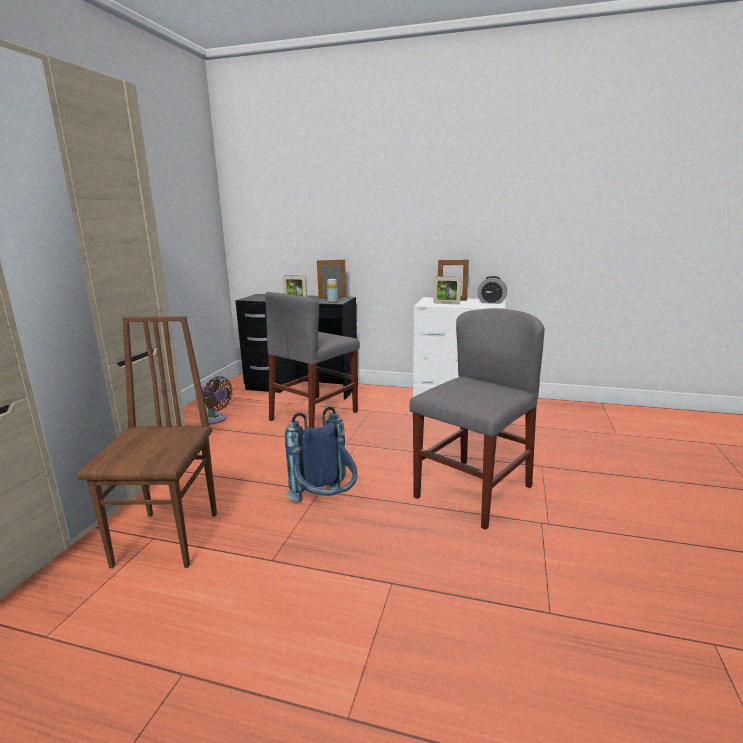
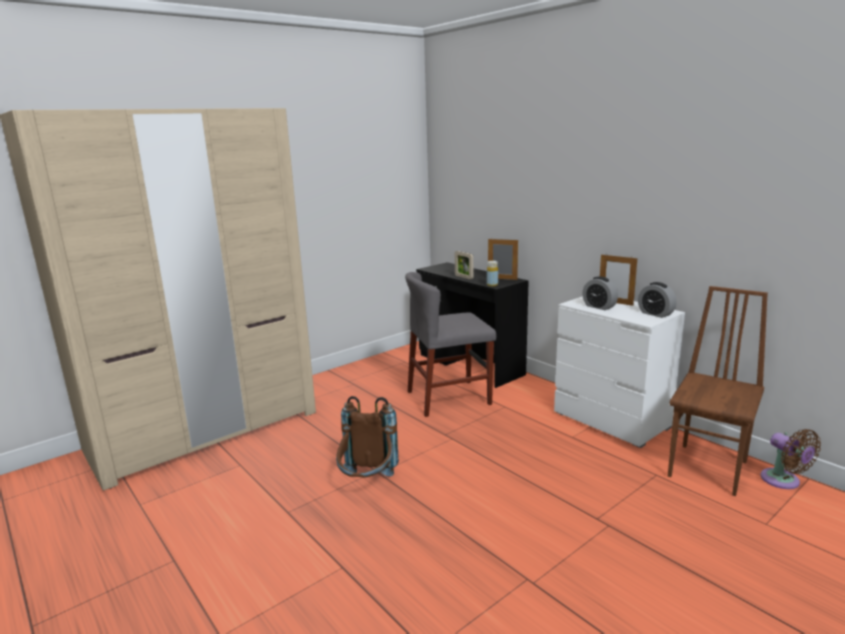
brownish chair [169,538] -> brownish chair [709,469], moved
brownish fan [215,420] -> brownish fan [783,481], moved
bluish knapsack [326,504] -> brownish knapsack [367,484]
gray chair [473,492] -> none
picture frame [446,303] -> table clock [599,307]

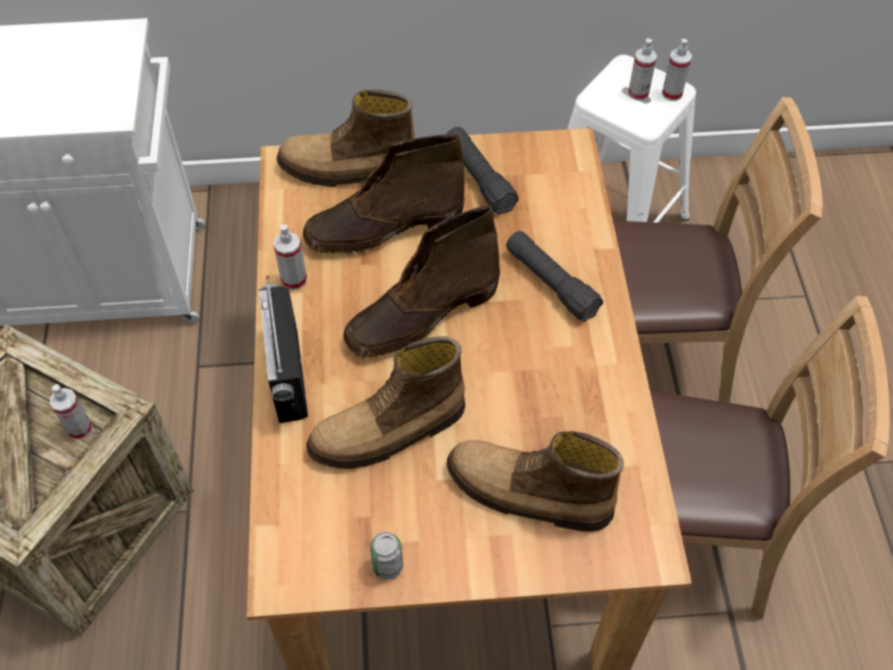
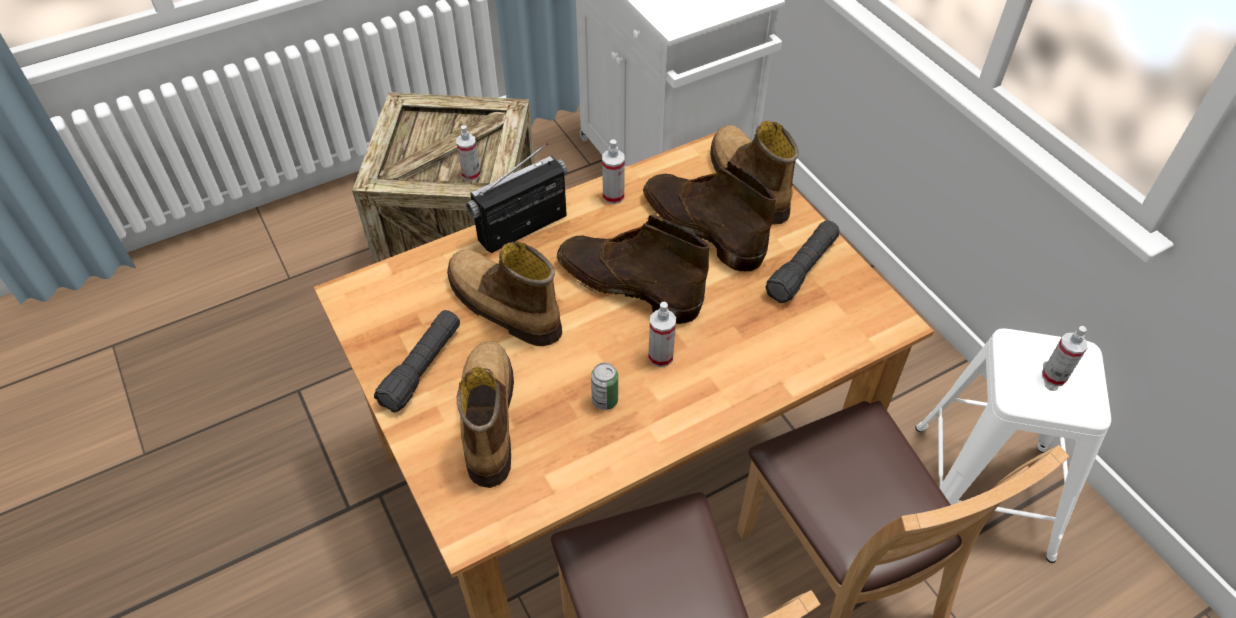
can [387,566] -> can [605,400], moved
black-coloured torch [551,283] -> black-coloured torch [422,368], moved
hand sprayer [672,93] -> hand sprayer [660,356], moved

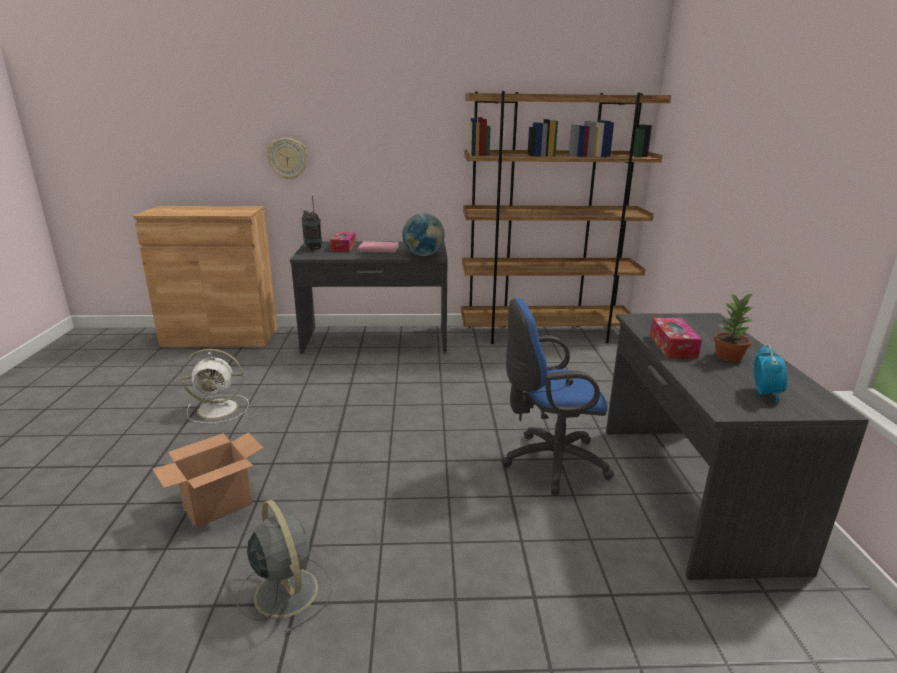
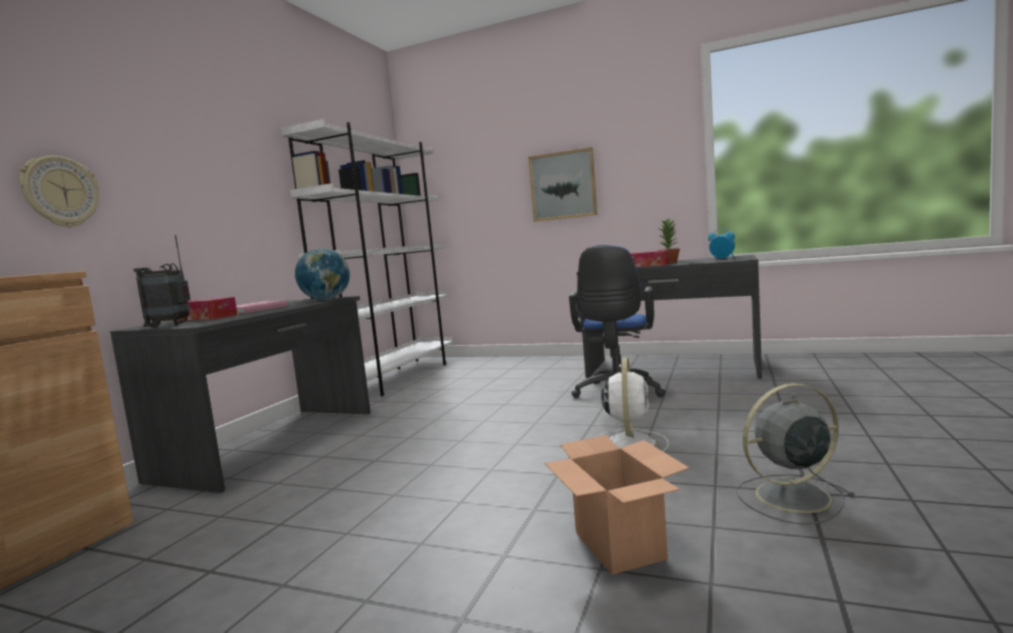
whitish fan [219,409] -> whitish fan [630,443], moved
brownish bookcase [545,334] -> whitish bookcase [396,378]
none -> picture [563,185]

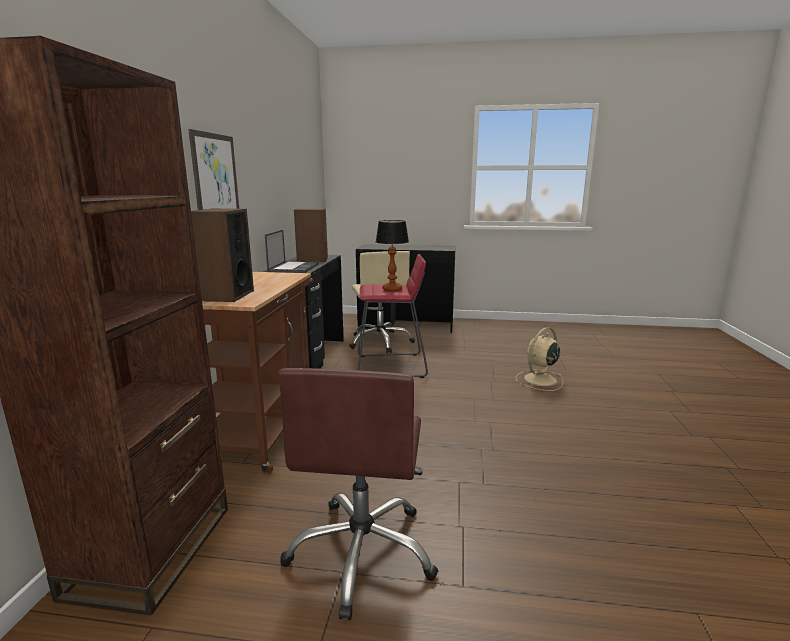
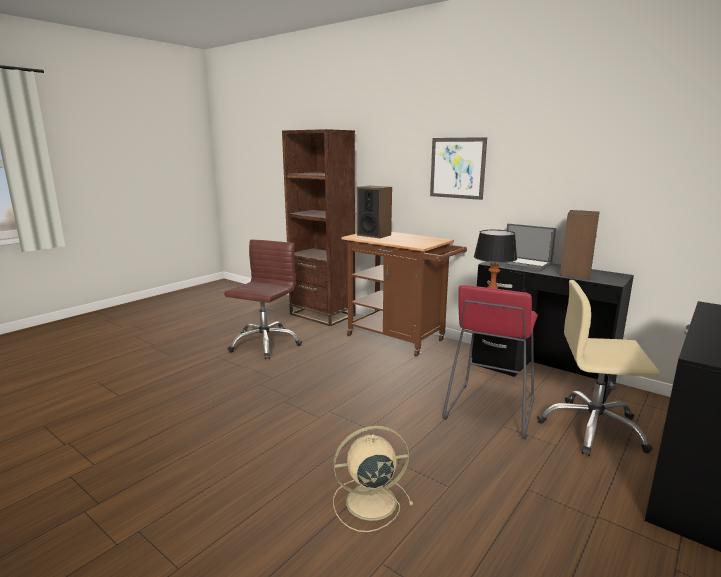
brownish computer chair [362,552] -> brownish computer chair [264,344], 75 degrees clockwise
beige-coloured fan [539,380] -> beige-coloured fan [368,502], 90 degrees counterclockwise

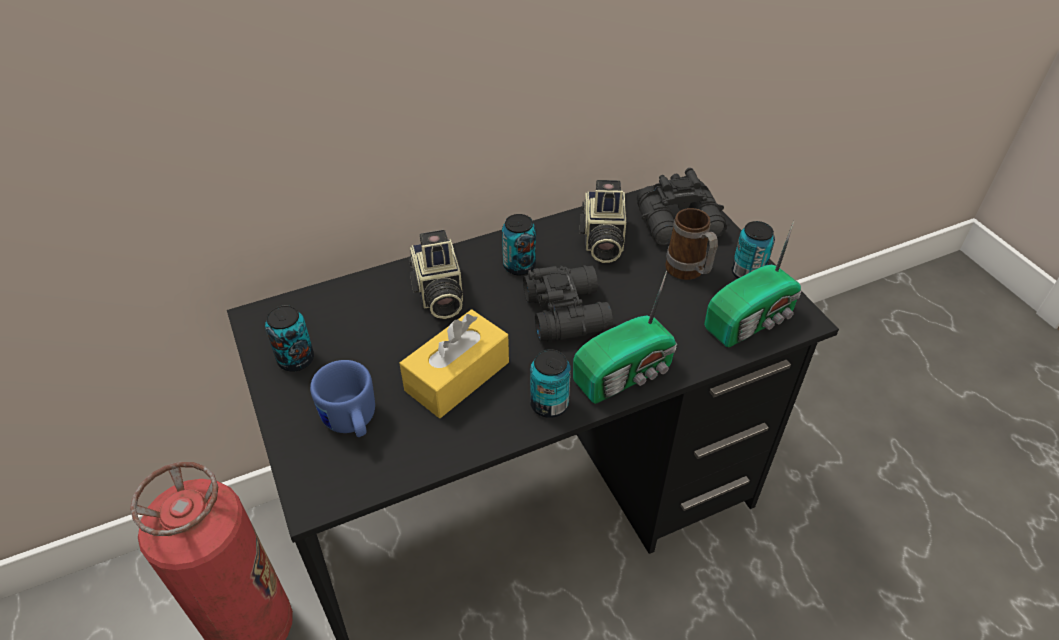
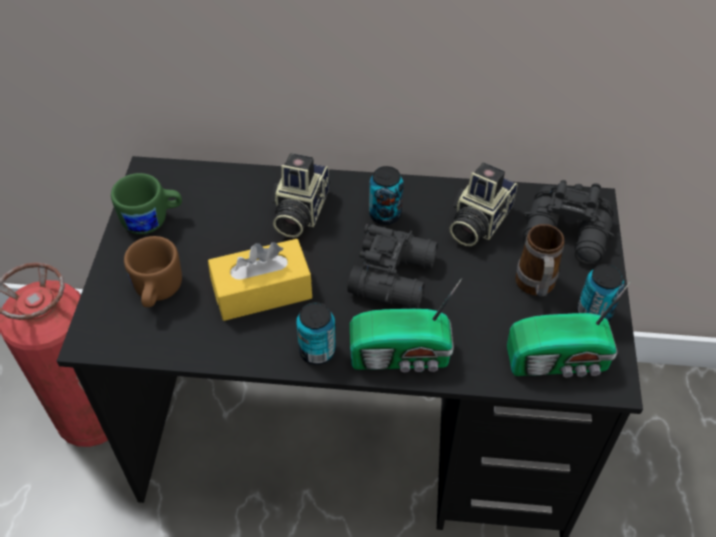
can [296,359] -> green-coloured tea mug [153,220]
bluish tea mug [351,423] -> brownish tea mug [156,292]

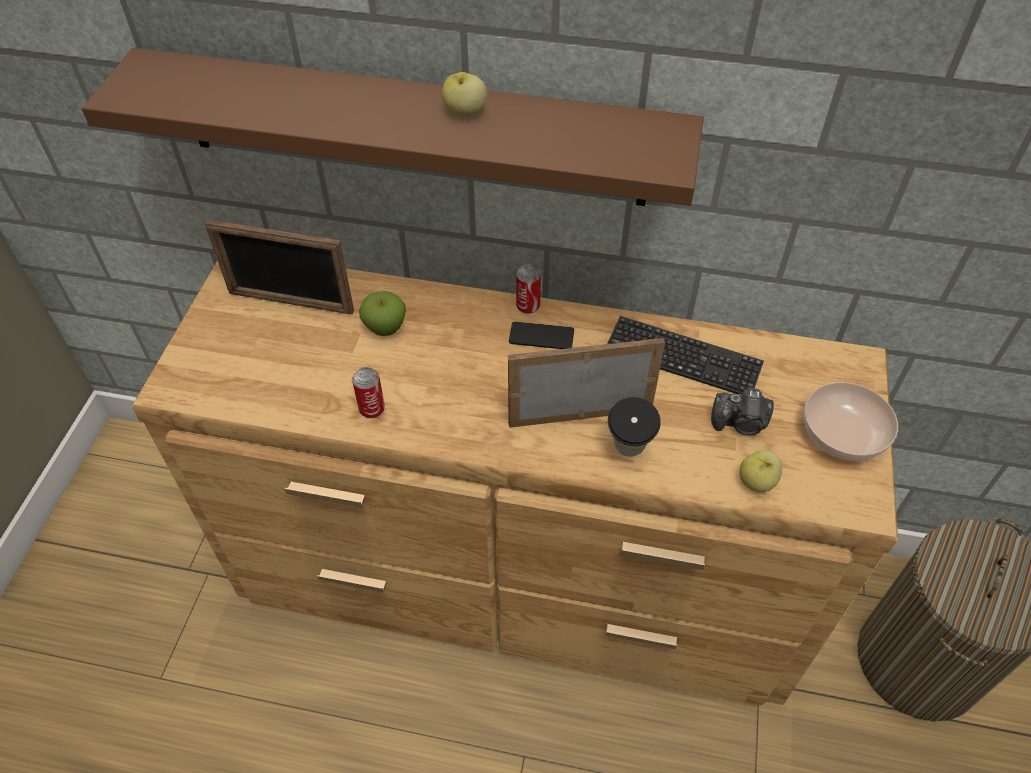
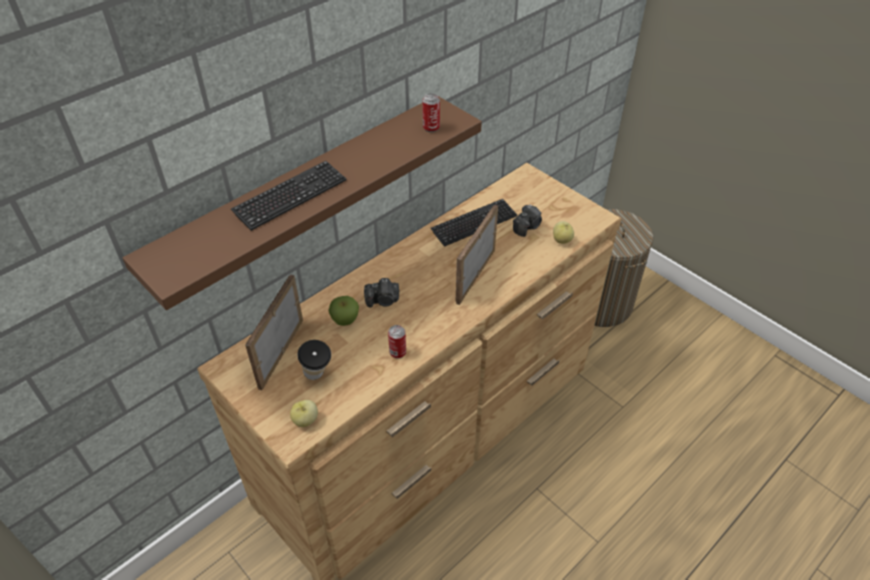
picture frame [290,302] -> picture frame [281,353], 150 degrees clockwise
apple [464,112] -> apple [305,420], moved
phone [541,336] -> none
can [528,306] -> can [431,128], moved
small cup [628,453] -> small cup [318,376], moved
bowl [841,433] -> none
none -> computer keyboard [290,197]
none -> still camera [383,301]

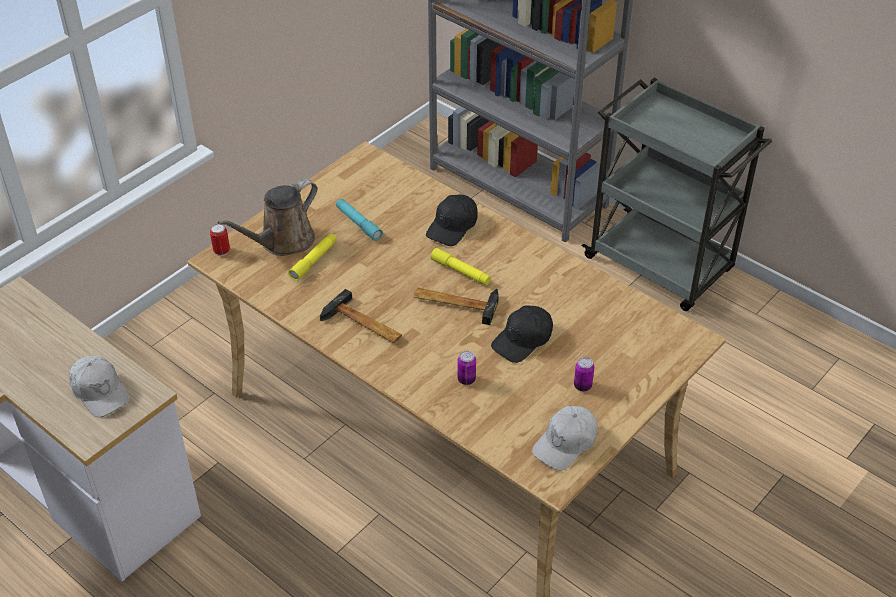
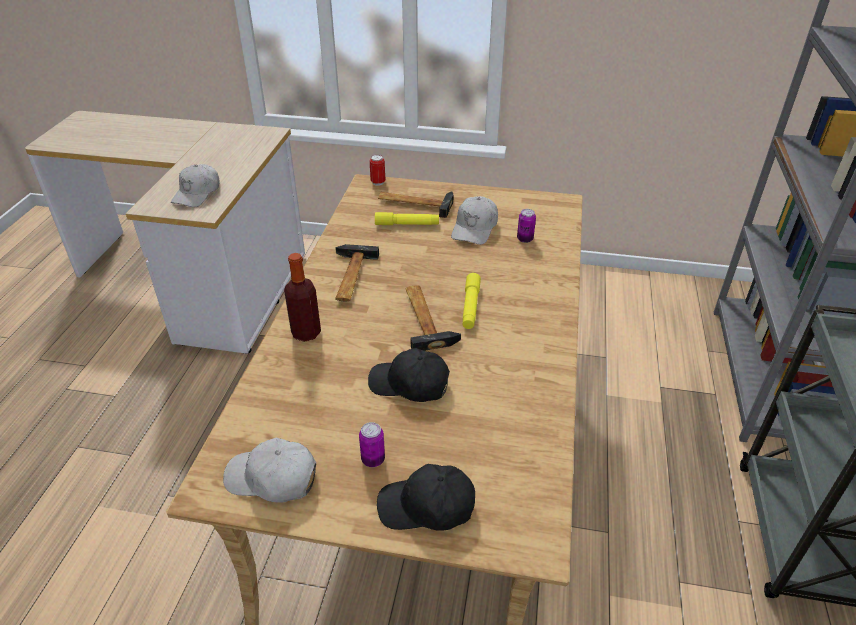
brownish watering pot [283,242] -> tool hammer [415,203]
blue-green torch [358,223] -> whitish cap [475,228]
black-coloured cap [453,226] -> black-coloured cap [427,507], moved
can [466,379] -> can [525,239], moved
none -> bottle [306,333]

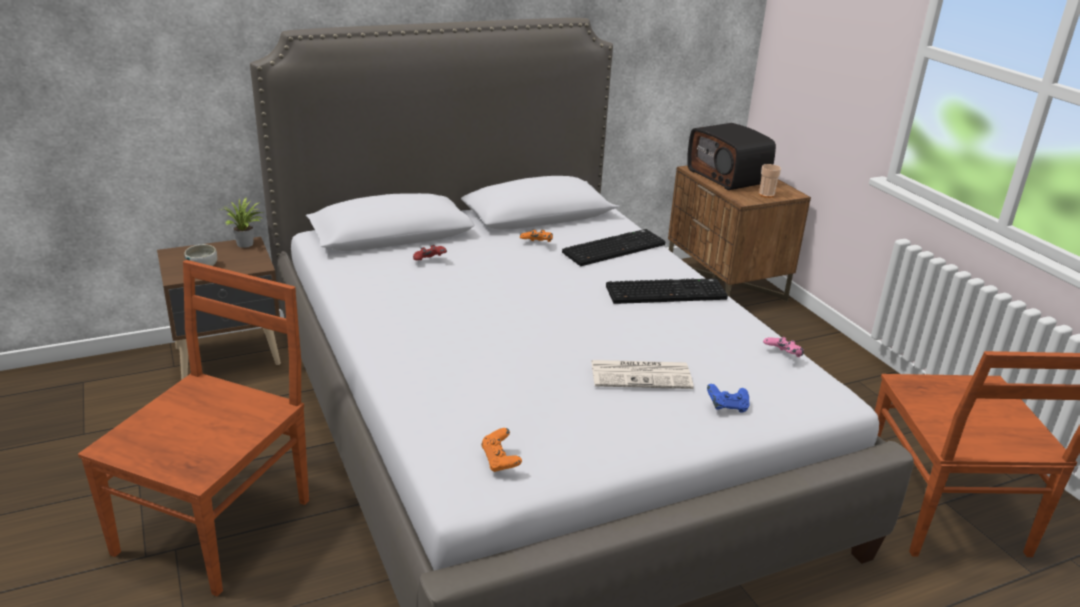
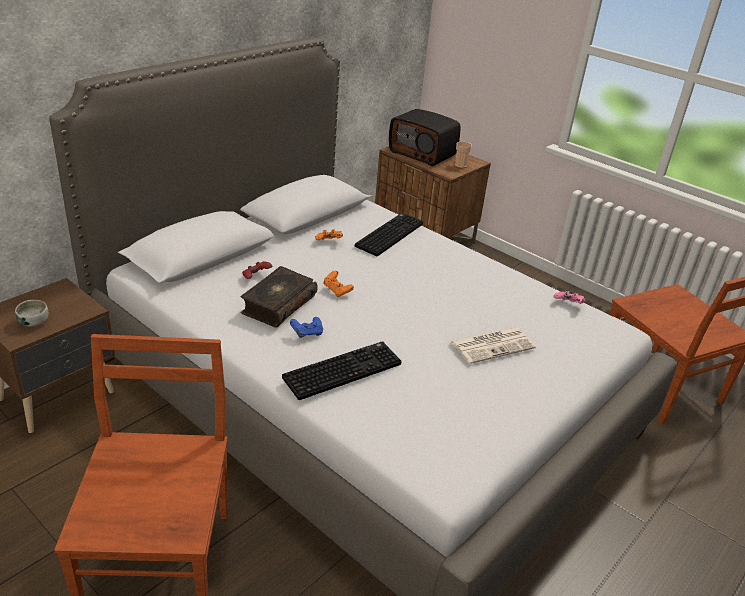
houseplant [246,245] -> none
orange gamepad [500,461] -> orange gamepad [337,291], moved
computer keyboard [666,292] -> computer keyboard [342,370], moved
bluish gamepad [727,407] -> bluish gamepad [307,334], moved
none -> book [278,304]

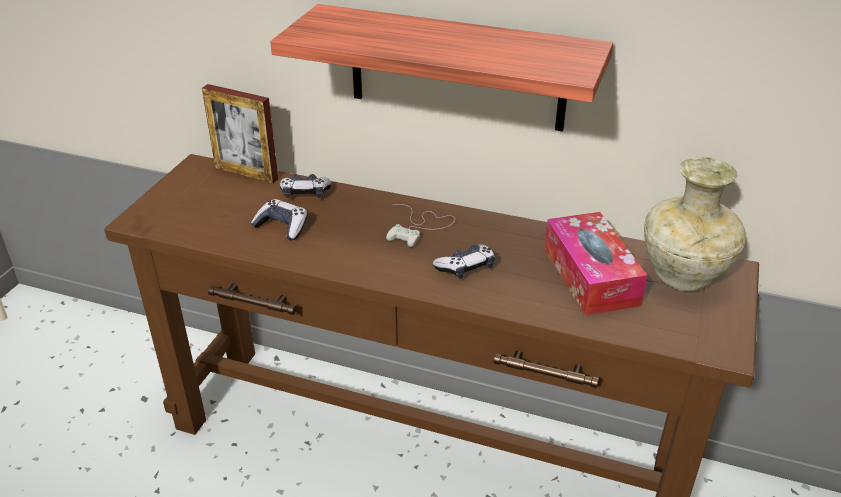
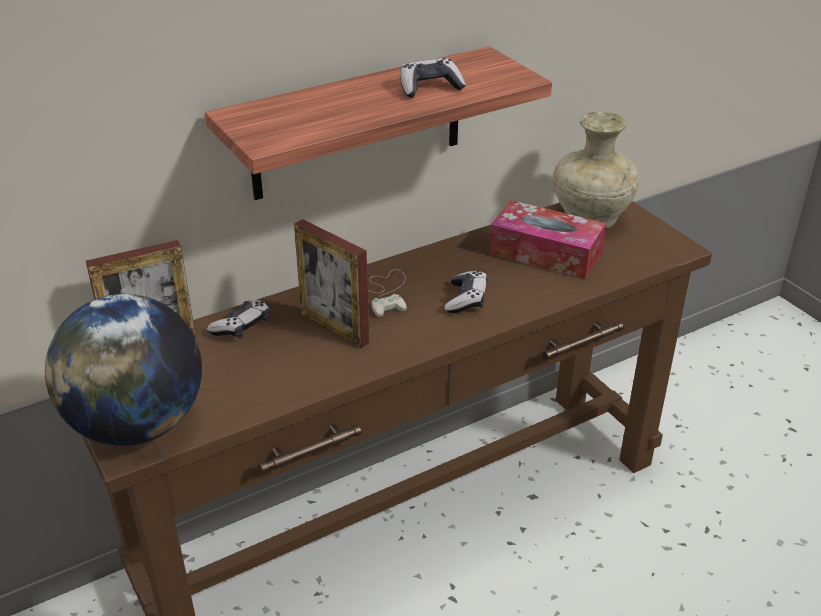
gamepad [282,227] -> gamepad [430,88], moved
none -> globe [137,425]
none -> picture frame [334,328]

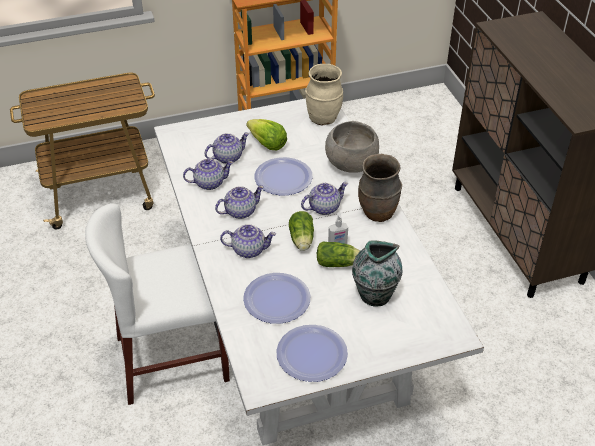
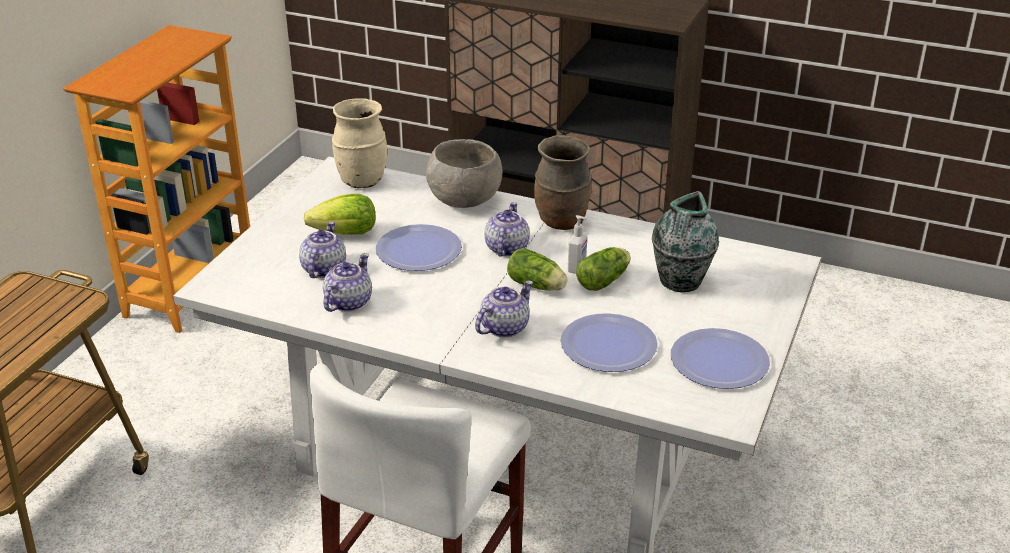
teapot [240,211] -> none

